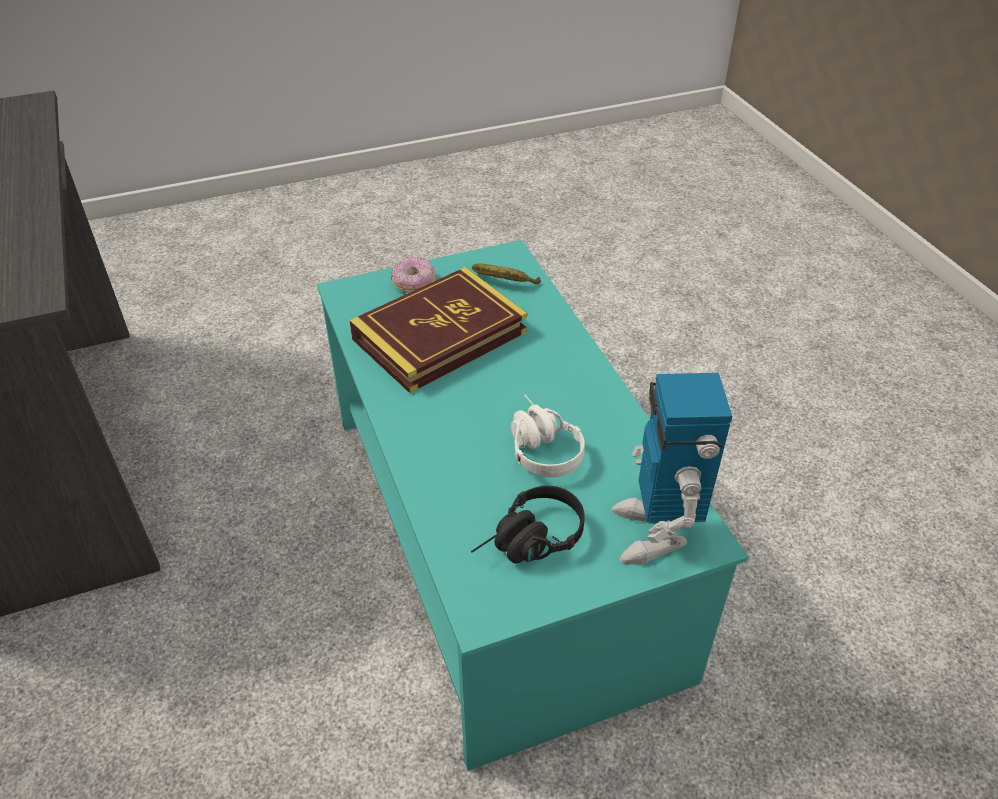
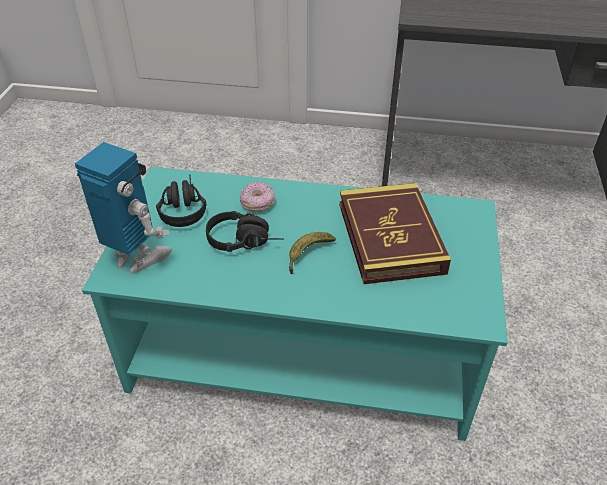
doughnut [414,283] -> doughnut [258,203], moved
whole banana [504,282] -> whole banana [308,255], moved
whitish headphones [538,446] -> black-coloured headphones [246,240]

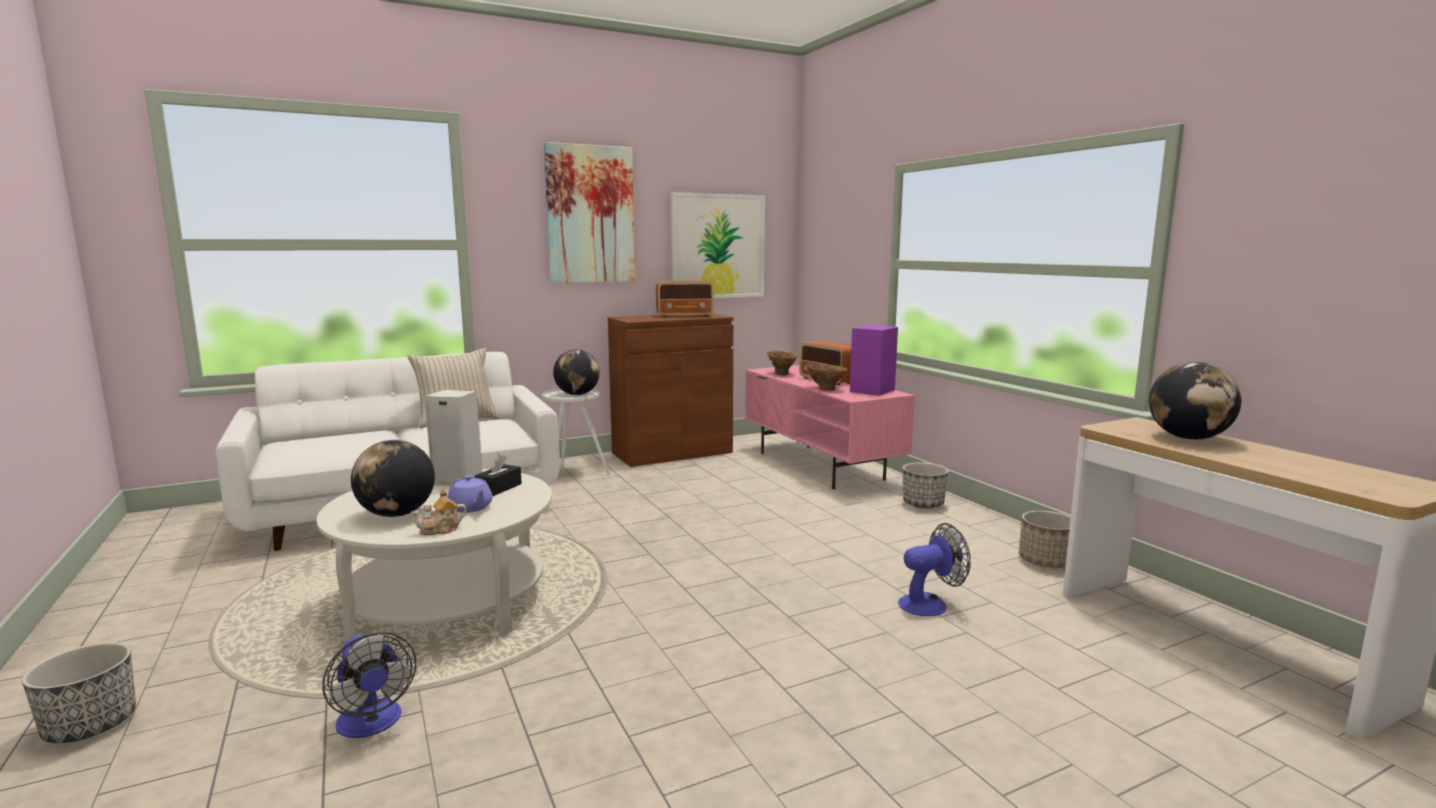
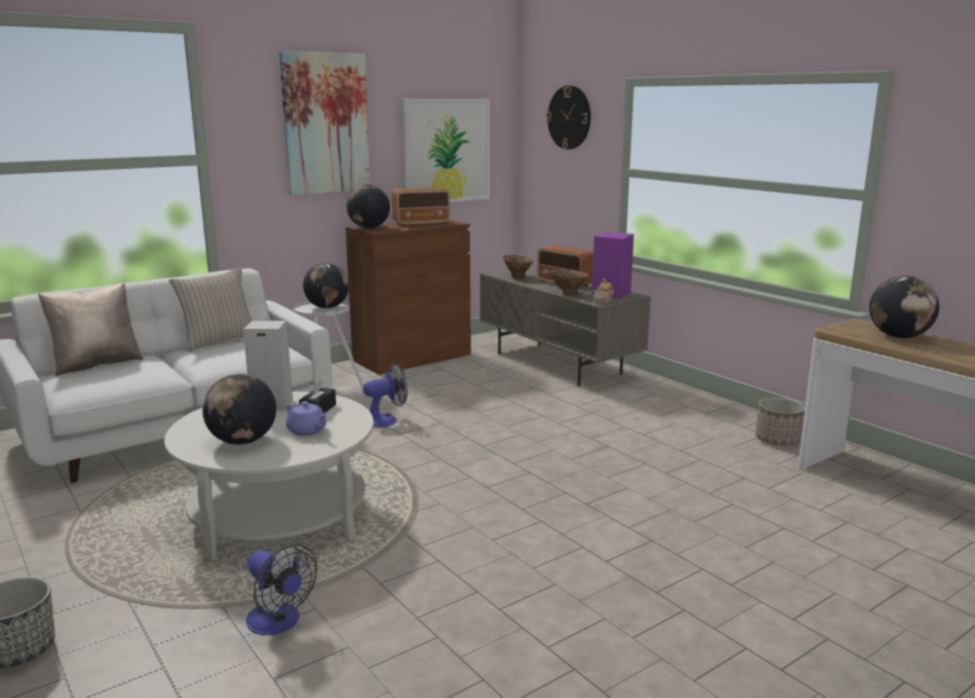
teapot [440,530] -> teapot [603,301], moved
pink media console [821,466] -> gray media console [559,364]
fan [930,604] -> fan [386,420], moved
plant pot [923,504] -> none
none -> beige-coloured pillow [96,364]
none -> globe [369,228]
none -> wall clock [569,117]

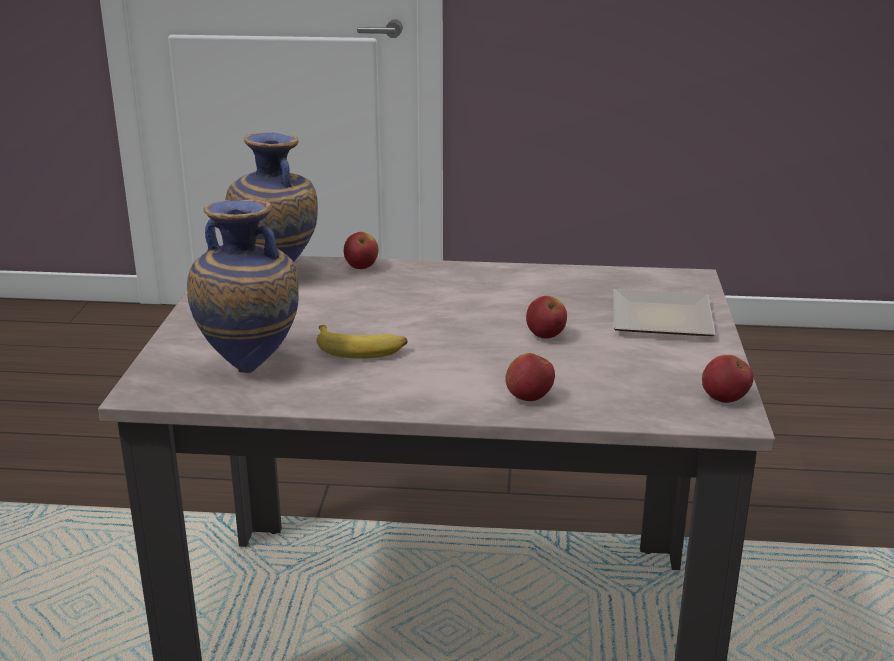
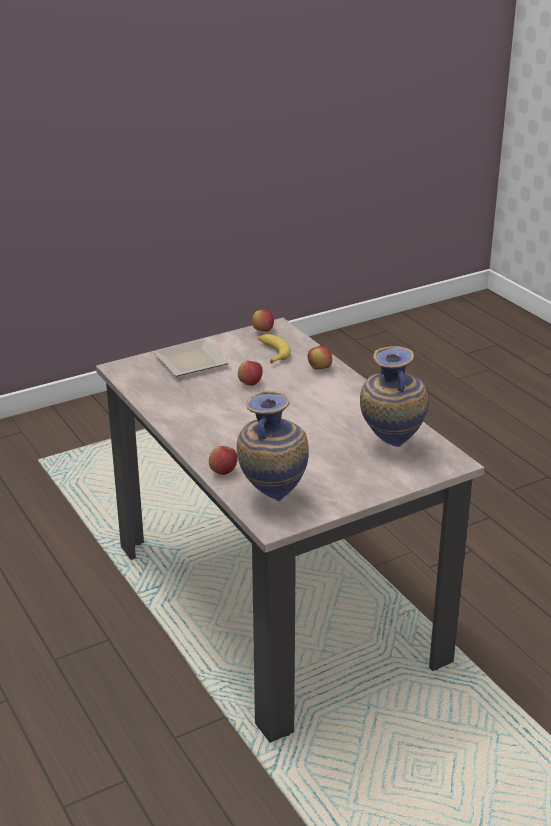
whole banana [360,349] -> whole banana [271,352], moved

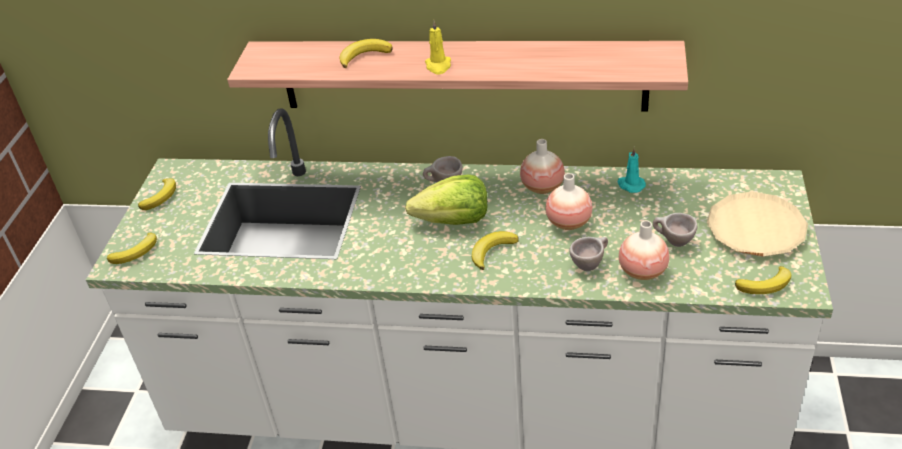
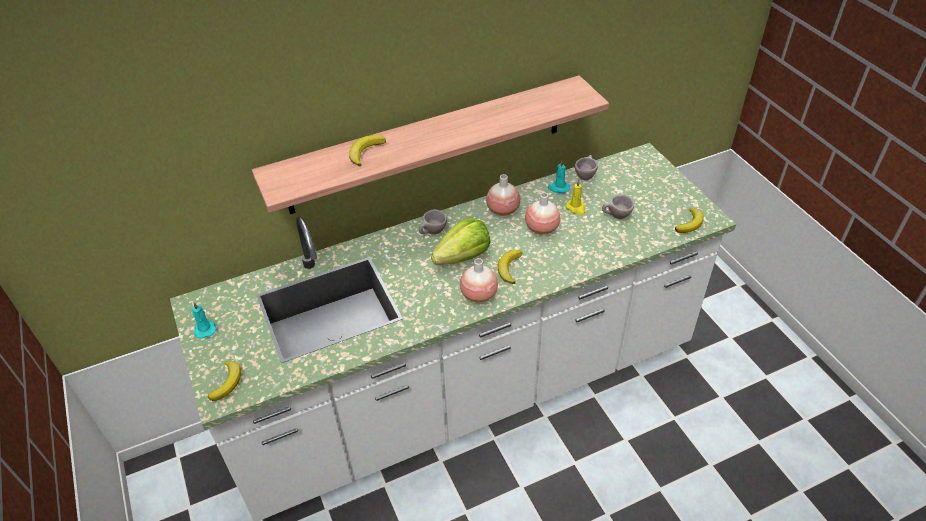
whole banana [161,196] -> blue-green wax candle [205,329]
yellow-coloured wax candle [438,66] -> yellow-coloured wax candle [576,208], moved
beige-coloured small cup [590,264] -> beige-coloured small cup [585,175], moved
flower vase [642,271] -> flower vase [479,295], moved
beige-coloured flat dish [755,229] -> none

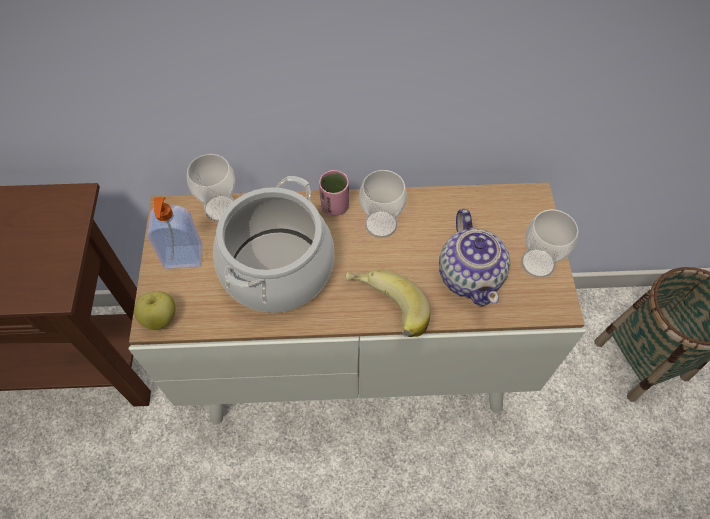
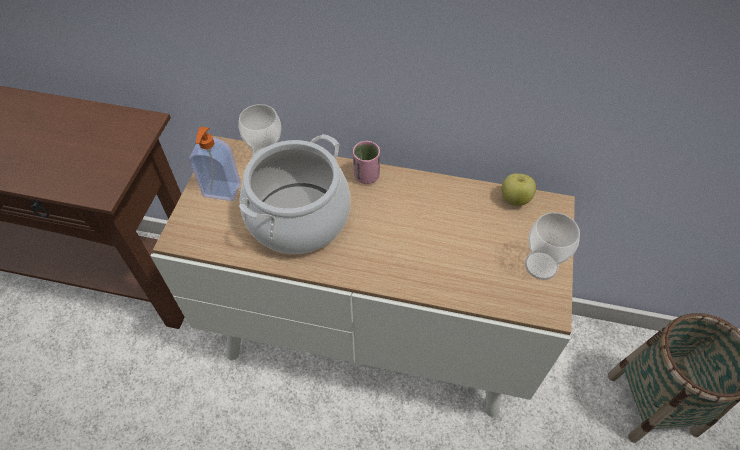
apple [160,318] -> apple [515,199], moved
whole banana [383,312] -> none
small cup [381,224] -> none
teapot [470,275] -> none

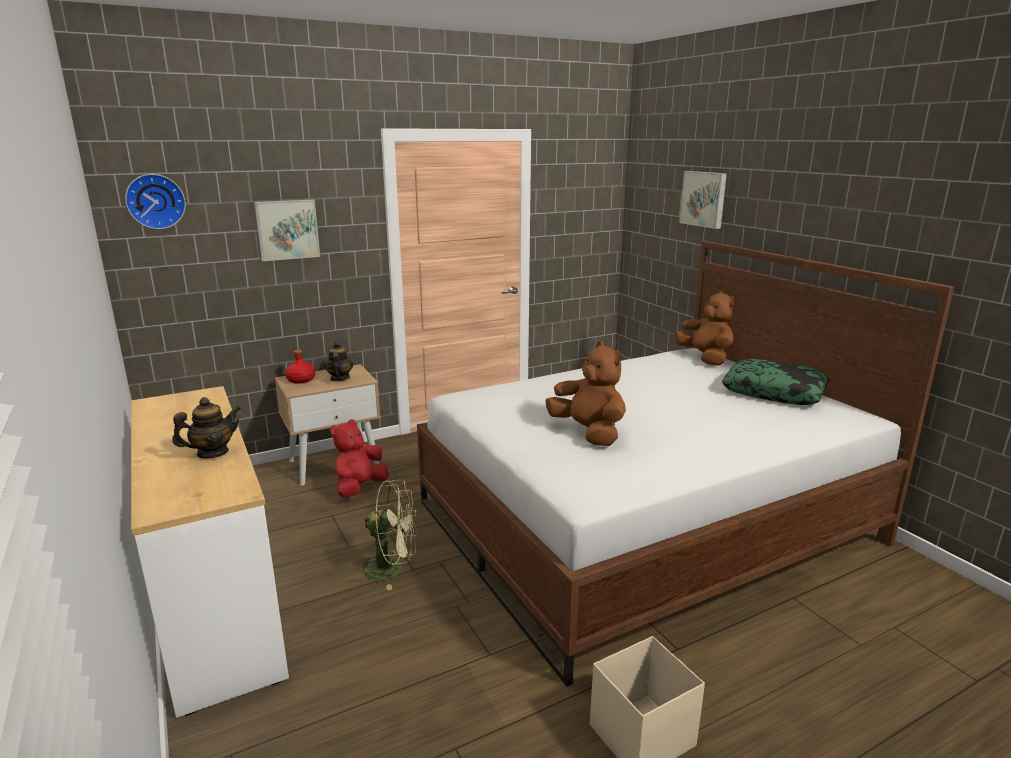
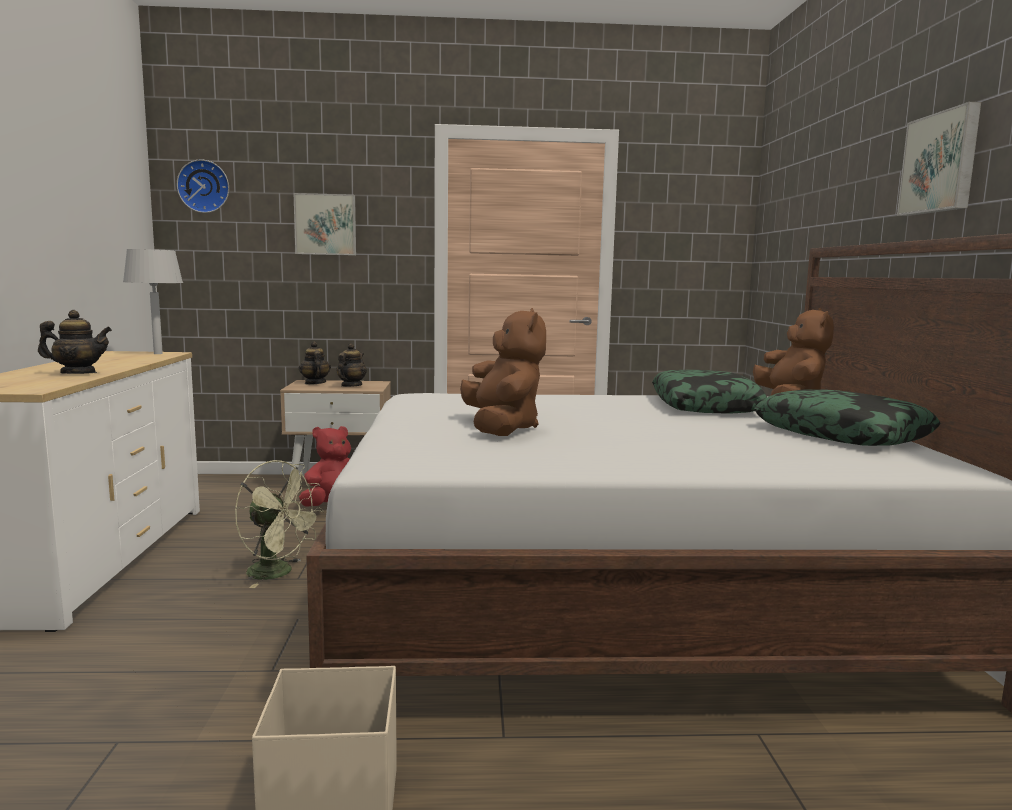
red-coloured bottle [301,380] -> teapot [315,383]
picture [704,199] -> picture [941,163], moved
none -> gray tabletop lamp [158,353]
none -> pillow [705,406]

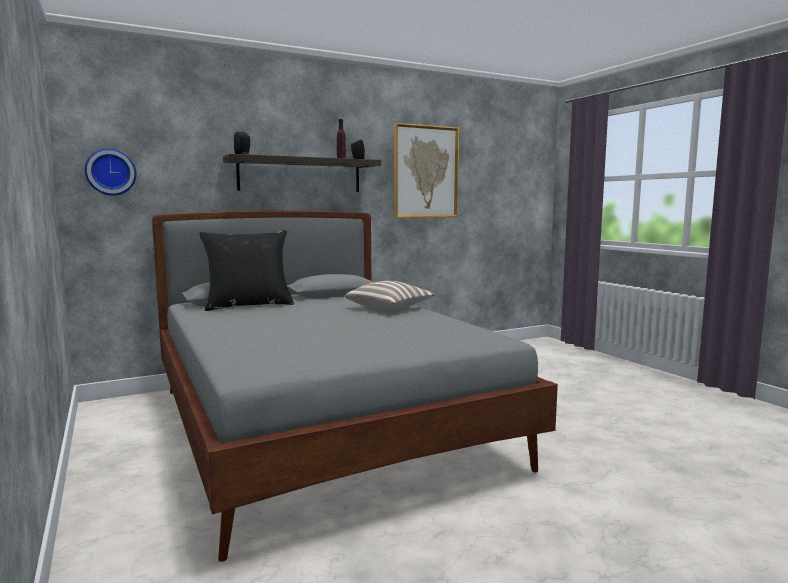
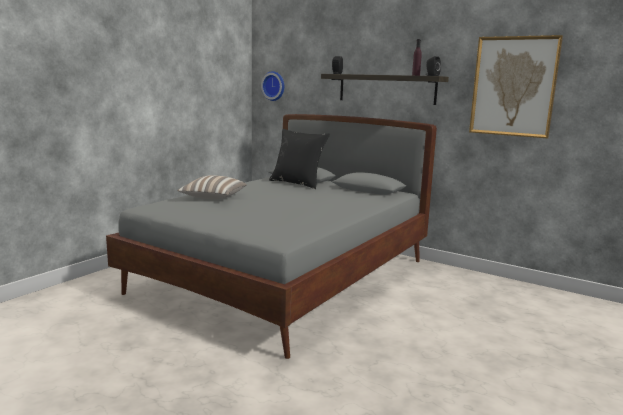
pillow [390,308] -> pillow [213,198], moved

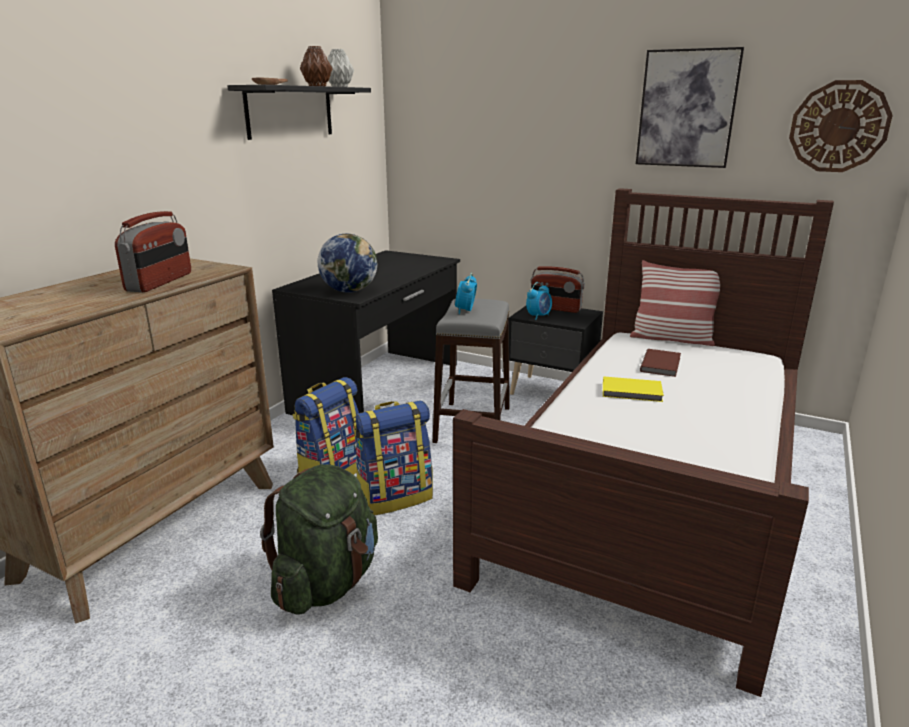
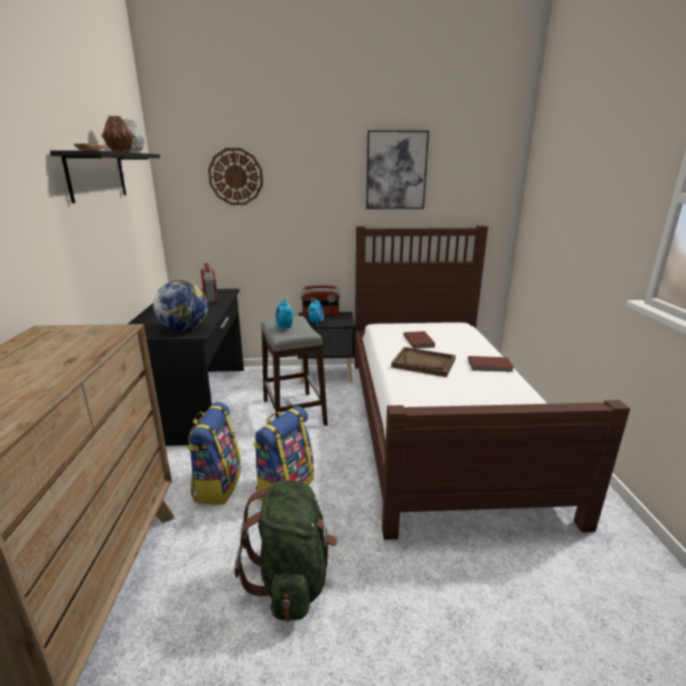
radio receiver [160,282] -> radio receiver [211,298], moved
yellow-coloured book [632,392] -> brownish carrying tray [424,363]
pillow [671,339] -> none
wall clock [838,127] -> wall clock [236,177], moved
none -> brownish book [490,366]

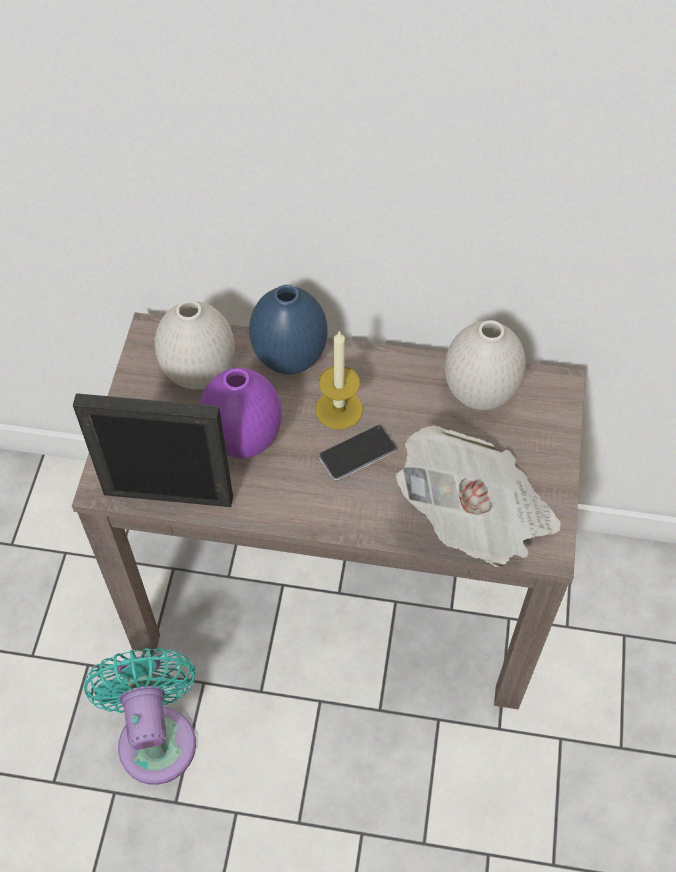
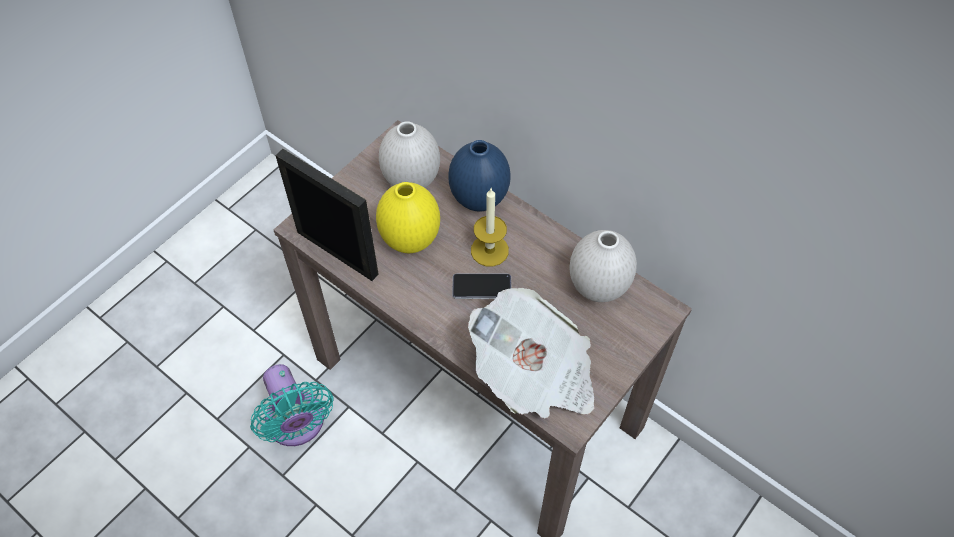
blue-green fan [156,736] -> blue-green fan [297,425], 135 degrees clockwise
purple flower vase [243,441] -> yellow-coloured flower vase [409,241]

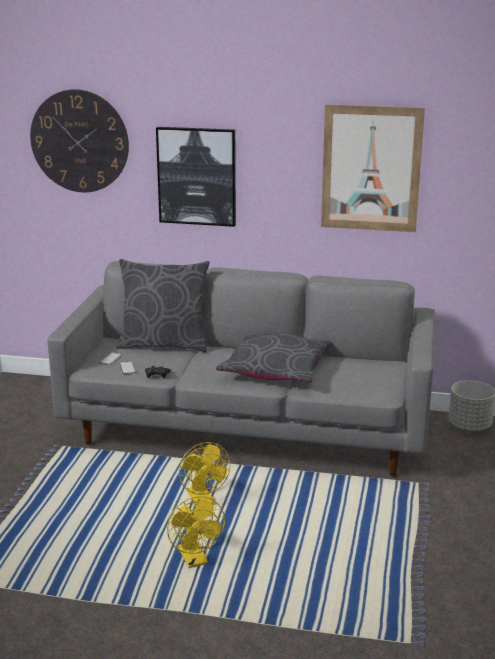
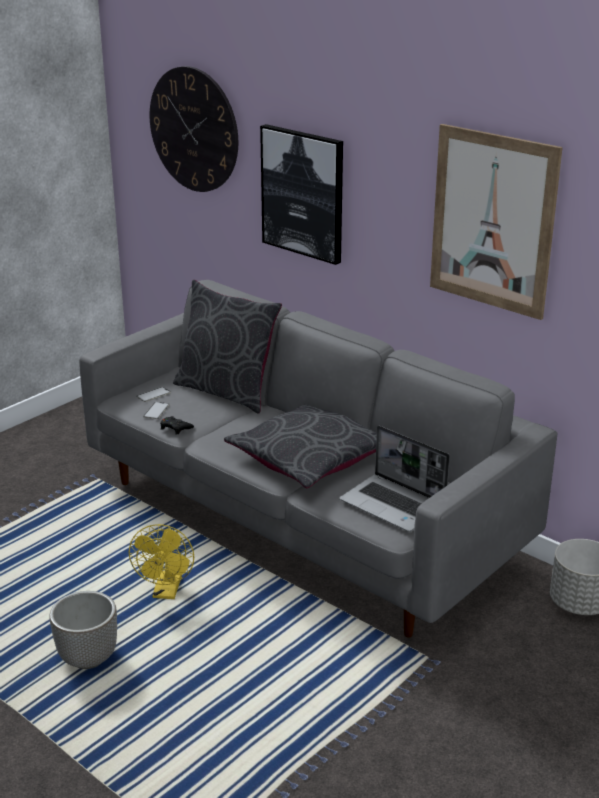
yellow-coloured fan [195,560] -> plant pot [89,658]
none -> laptop [394,505]

